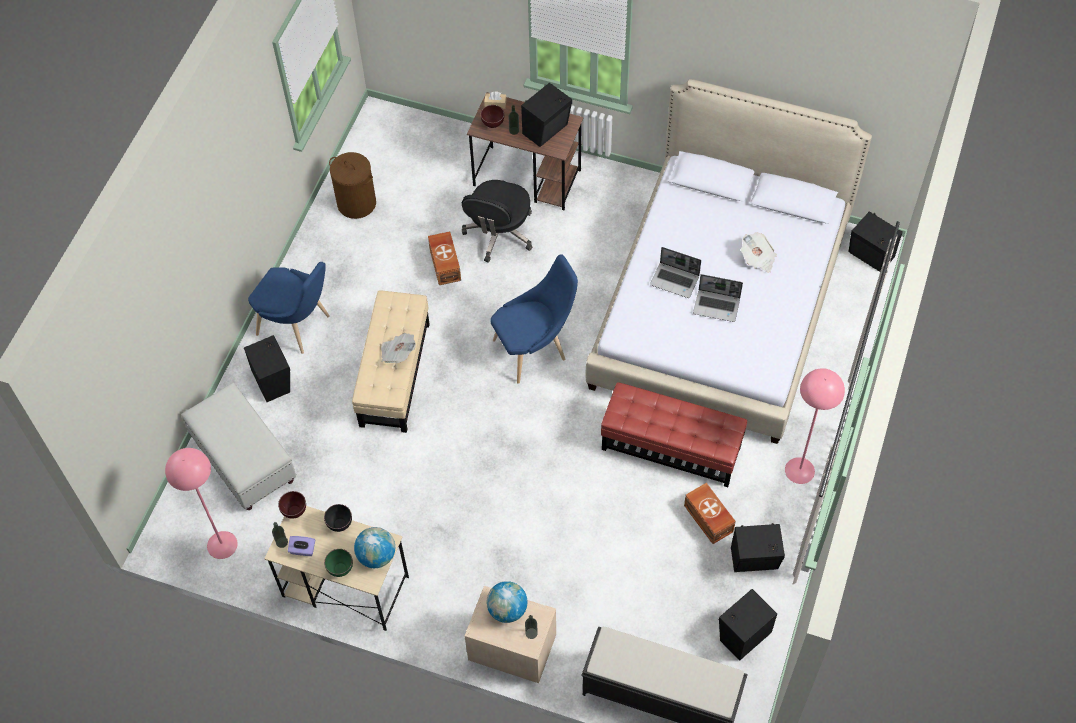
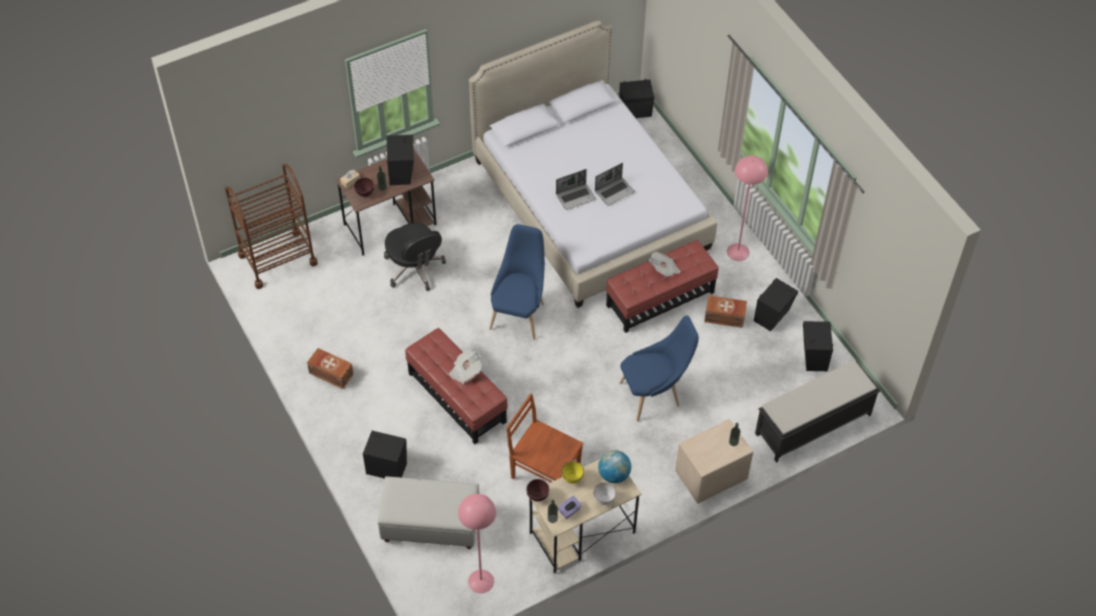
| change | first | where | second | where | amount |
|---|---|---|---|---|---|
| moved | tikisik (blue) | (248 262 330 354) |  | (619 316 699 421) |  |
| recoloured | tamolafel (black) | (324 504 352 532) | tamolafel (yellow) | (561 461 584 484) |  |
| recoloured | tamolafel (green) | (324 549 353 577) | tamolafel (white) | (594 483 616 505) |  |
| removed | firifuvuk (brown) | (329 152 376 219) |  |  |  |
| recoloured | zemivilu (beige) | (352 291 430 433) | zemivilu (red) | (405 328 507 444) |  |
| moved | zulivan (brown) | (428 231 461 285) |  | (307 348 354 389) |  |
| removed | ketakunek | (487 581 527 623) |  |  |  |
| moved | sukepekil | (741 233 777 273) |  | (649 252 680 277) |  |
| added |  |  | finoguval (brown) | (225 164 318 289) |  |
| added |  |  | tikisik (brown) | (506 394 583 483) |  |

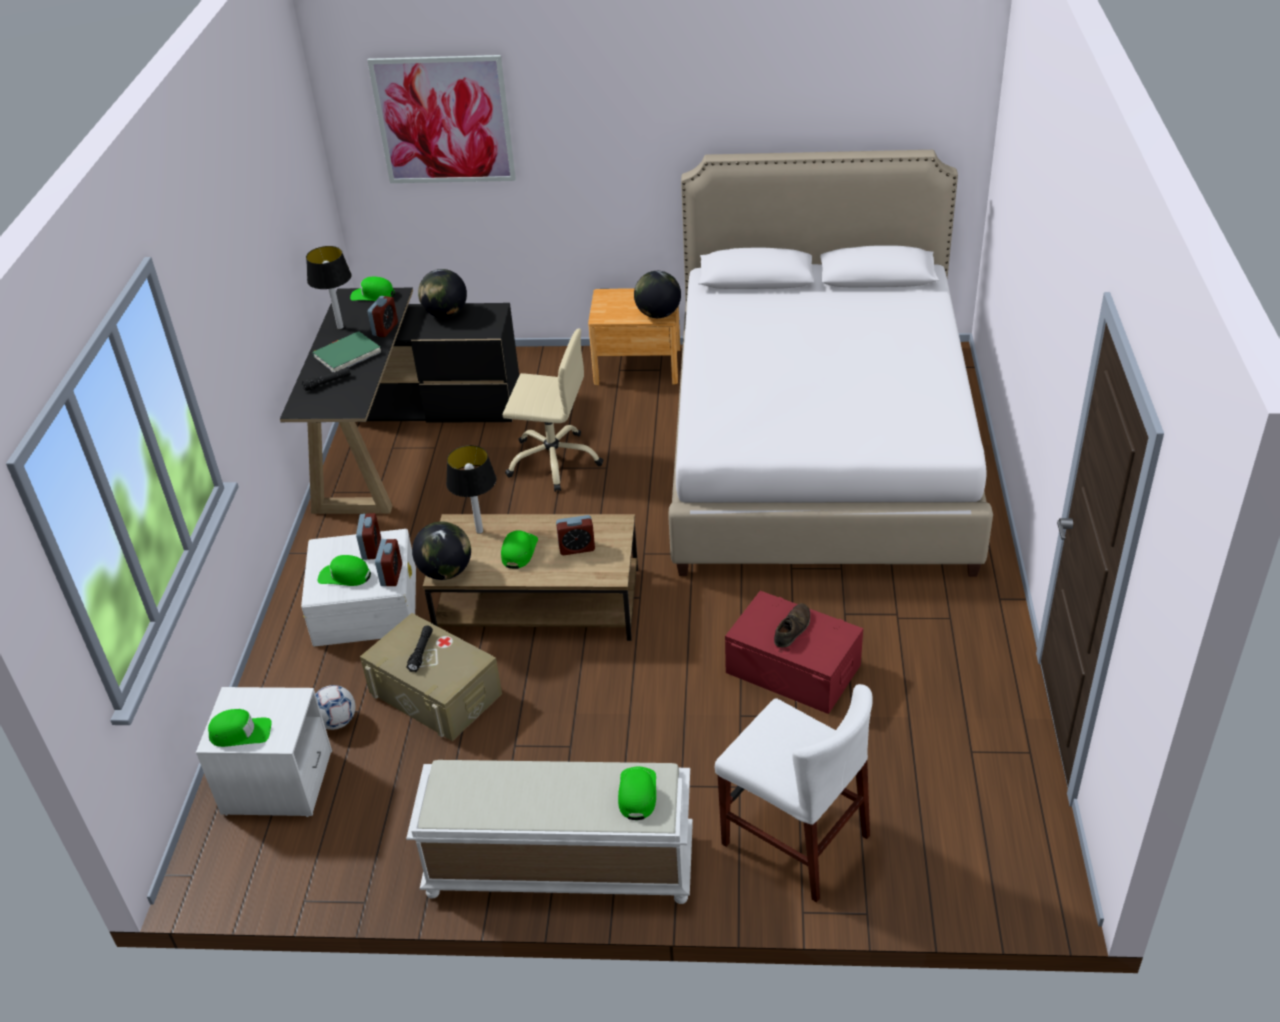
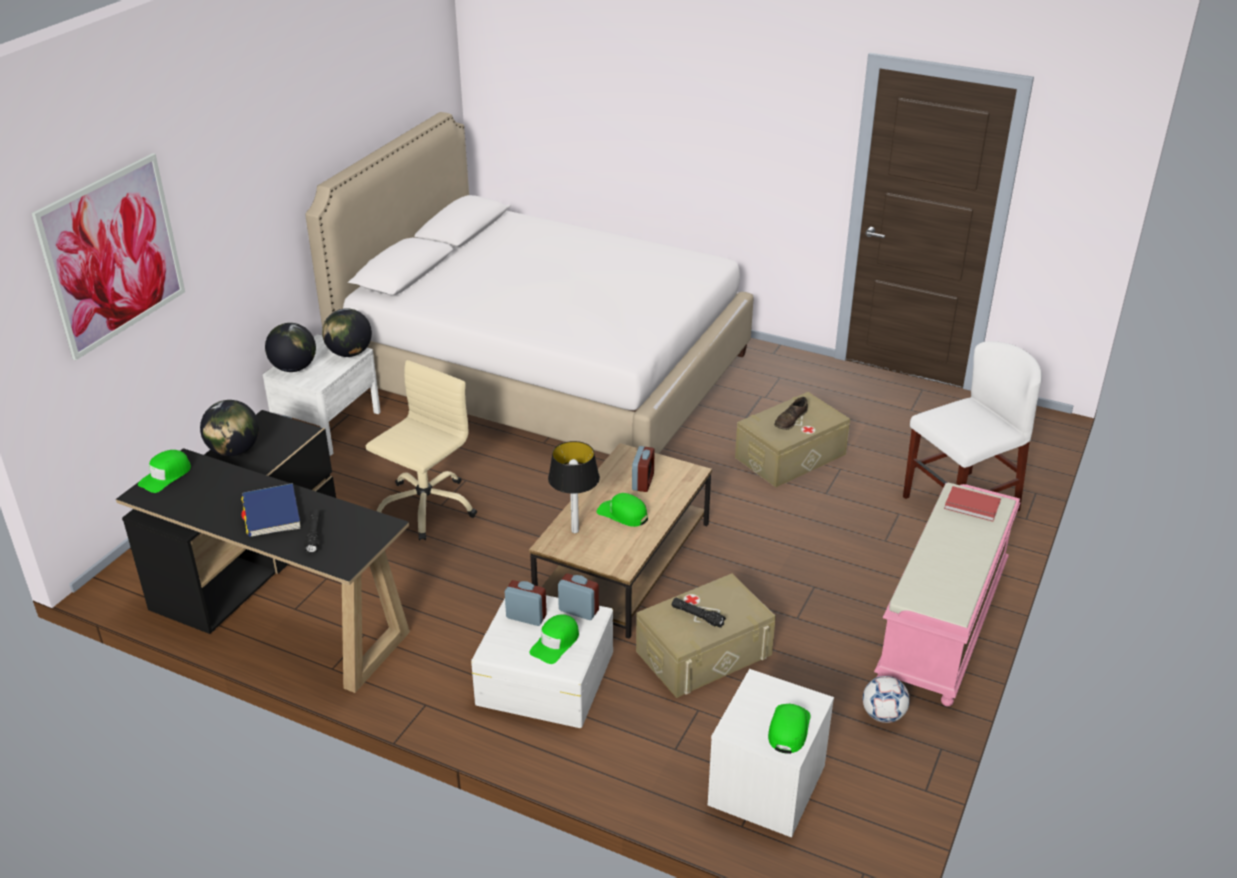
| change | first | where | second | where | amount |
|---|---|---|---|---|---|
| removed | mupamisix | (306 246 352 329) |  |  |  |
| recoloured | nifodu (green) | (312 331 381 372) | nifodu (blue) | (241 483 301 537) |  |
| moved | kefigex | (315 685 355 730) |  | (863 676 910 723) |  |
| removed | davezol | (368 296 398 337) |  |  |  |
| recoloured | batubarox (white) | (406 760 693 904) | batubarox (pink) | (874 483 1020 706) |  |
| moved | ketakunek | (412 521 471 580) |  | (265 323 316 372) |  |
| recoloured | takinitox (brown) | (588 288 680 385) | takinitox (white) | (263 334 381 456) |  |
| replaced | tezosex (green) | (618 766 656 820) | nifodu (red) | (944 486 1001 521) |  |
| recoloured | zulivan (red) | (725 591 863 714) | zulivan (beige) | (735 392 850 487) |  |
| turned | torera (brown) | (774 603 810 647) |  | (774 397 808 430) | 105 degrees counterclockwise |

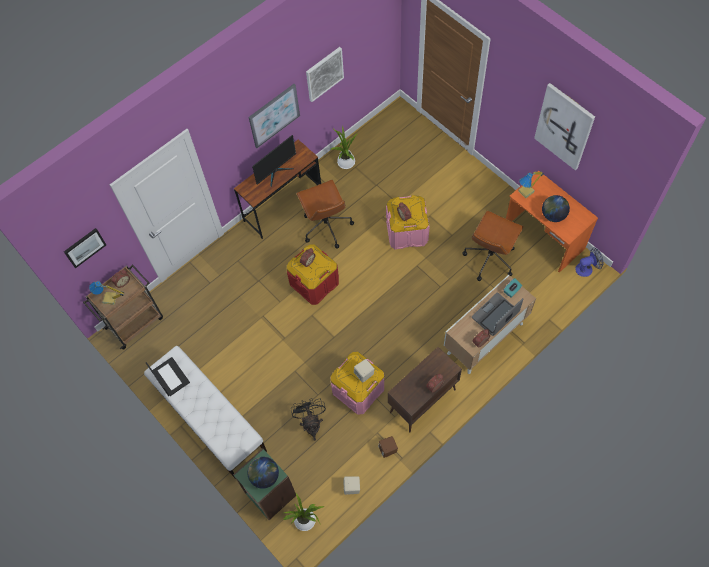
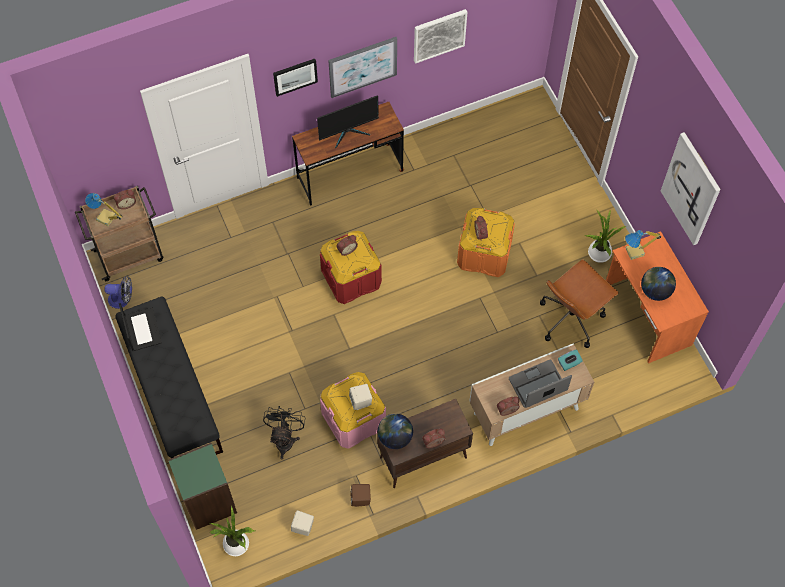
| change | first | where | second | where | amount |
|---|---|---|---|---|---|
| moved | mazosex | (64 228 106 268) |  | (273 59 318 97) |  |
| recoloured | batubarox (white) | (144 346 267 479) | batubarox (black) | (115 296 223 458) |  |
| moved | ketakunek | (248 457 279 489) |  | (378 413 413 449) |  |
| removed | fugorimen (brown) | (296 180 354 249) |  |  |  |
| moved | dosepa | (331 126 358 169) |  | (585 209 626 263) |  |
| recoloured | zulivan (pink) | (386 195 430 249) | zulivan (orange) | (457 208 515 277) |  |
| moved | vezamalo | (575 247 603 277) |  | (104 275 132 309) |  |

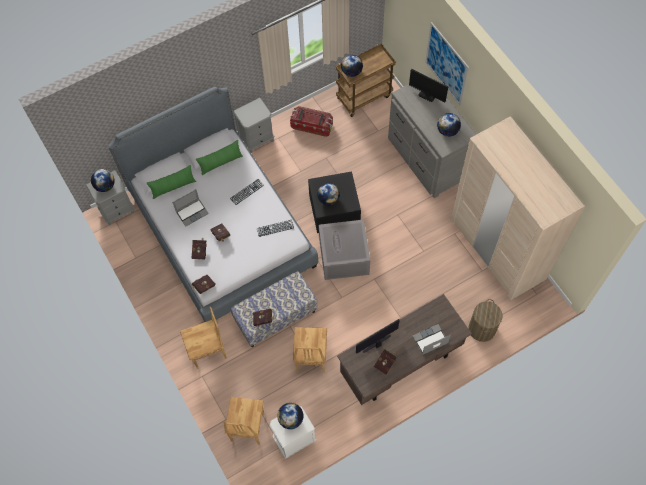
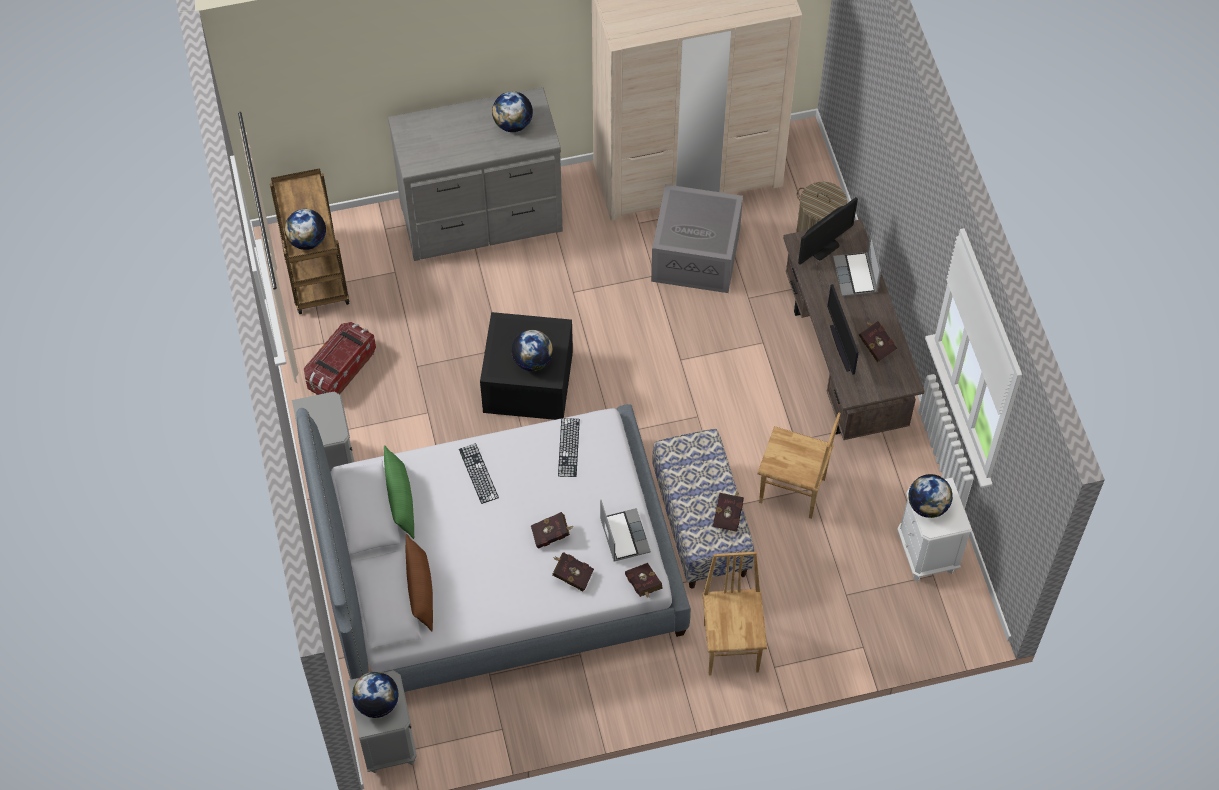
| change | first | where | second | where | amount |
|---|---|---|---|---|---|
| recoloured | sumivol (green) | (147 165 196 199) | sumivol (brown) | (406 534 433 631) |  |
| moved | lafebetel | (172 189 209 227) |  | (600 500 651 562) |  |
| removed | tikisik (brown) | (224 397 264 445) |  |  |  |
| moved | zulivan (grey) | (319 220 370 280) |  | (651 184 743 293) |  |
| moved | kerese | (409 69 448 103) |  | (798 197 858 265) |  |
| removed | mazosex | (425 22 469 106) |  |  |  |

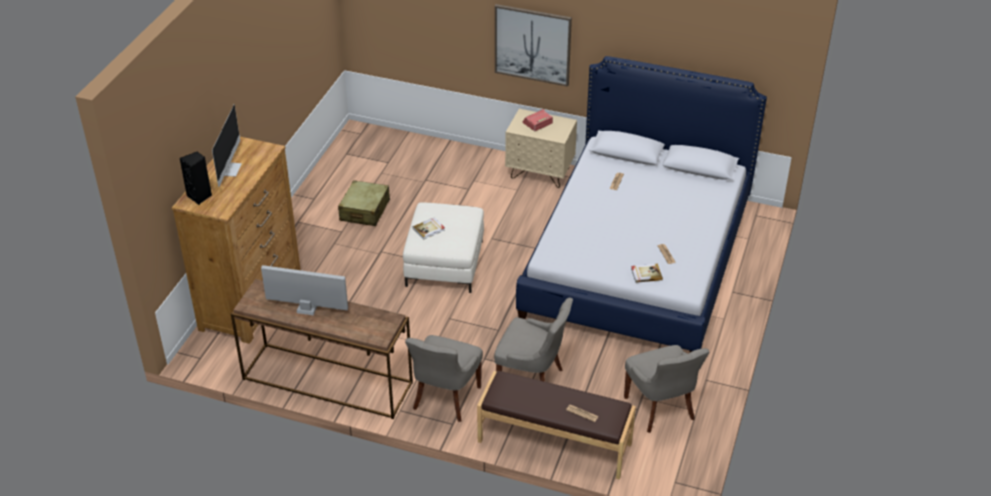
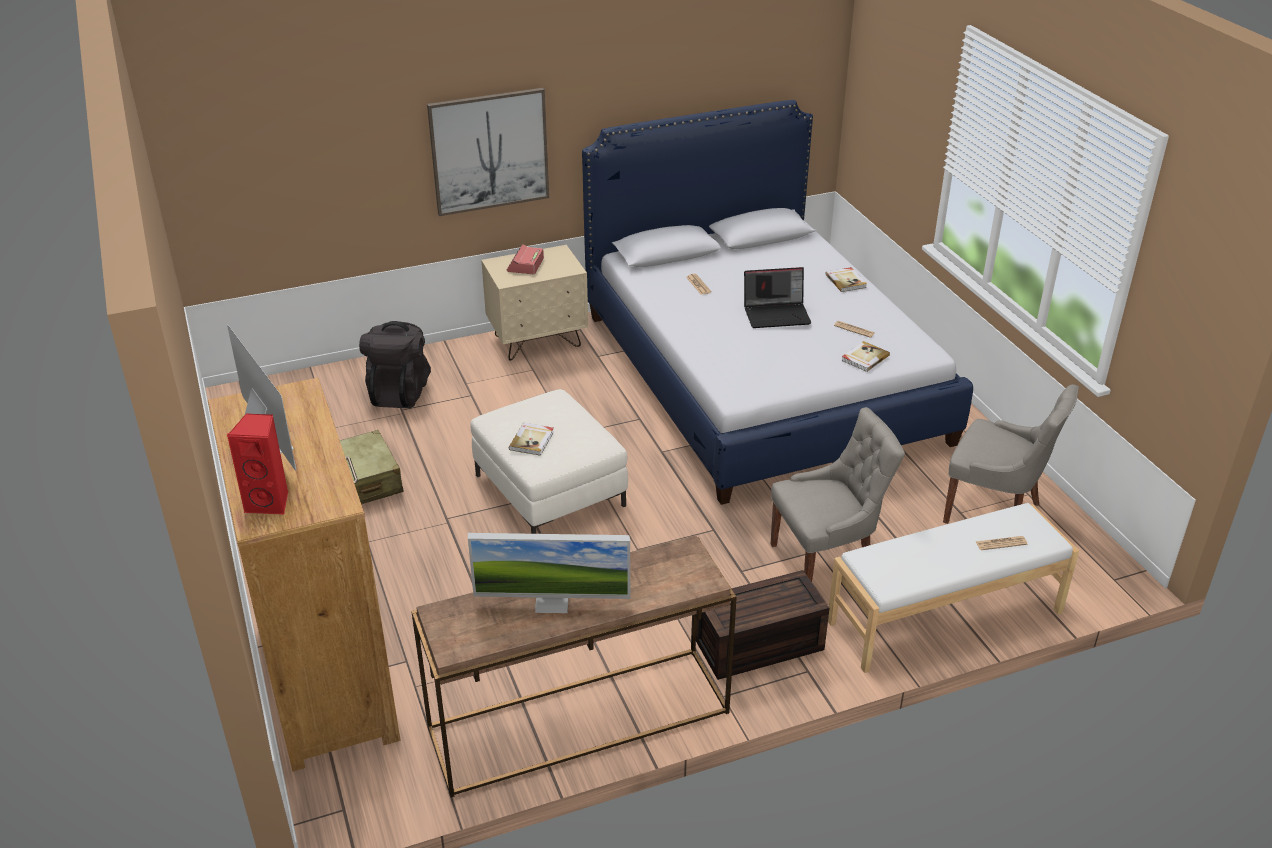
| change | first | where | second | where | amount |
|---|---|---|---|---|---|
| recoloured | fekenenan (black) | (180 152 212 205) | fekenenan (red) | (227 413 288 514) |  |
| turned | kerese | (261 265 348 315) |  | (468 533 630 613) | 150 degrees counterclockwise |
| replaced | tikisik (grey) | (405 335 483 422) | zulivan (brown) | (696 570 829 680) |  |
| recoloured | batubarox (brown) | (477 371 636 479) | batubarox (white) | (828 503 1079 673) |  |
| added |  |  | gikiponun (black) | (359 321 431 408) |  |
| added |  |  | lafebetel | (744 267 811 328) |  |
| added |  |  | nifodu | (825 267 867 292) |  |

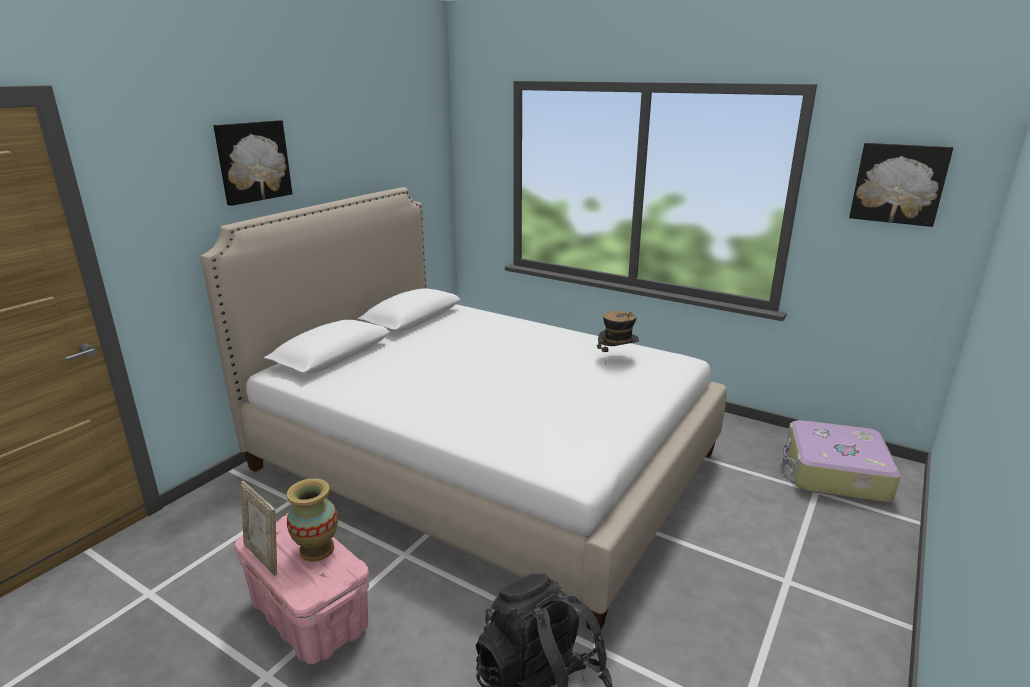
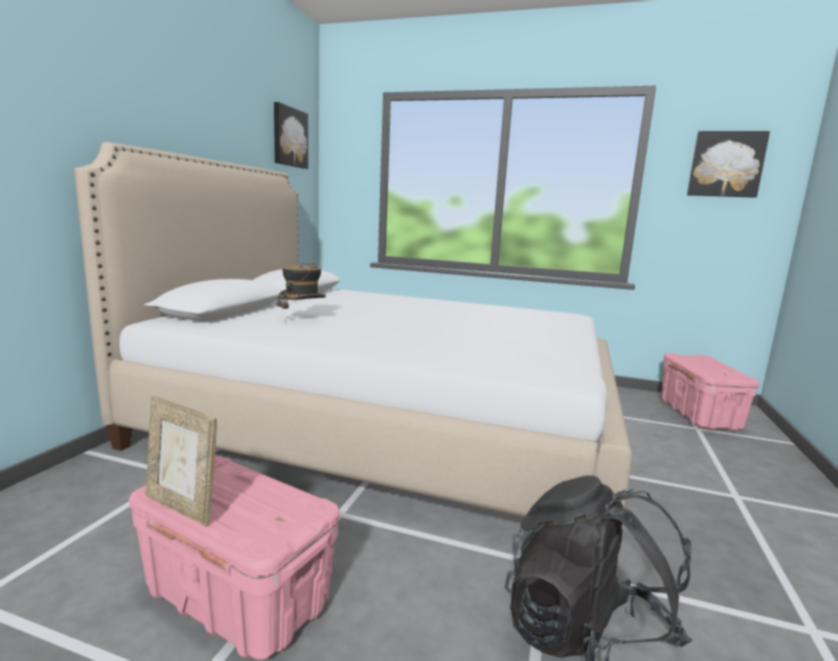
| change | first | where | second | where | amount |
|---|---|---|---|---|---|
| moved | mazosex | (213 120 292 206) |  | (274 102 308 169) |  |
| removed | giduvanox | (287 478 338 562) |  |  |  |
| moved | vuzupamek | (597 311 639 360) |  | (277 262 326 324) |  |
| replaced | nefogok | (783 420 901 502) | zulivan (pink) | (661 353 759 431) |  |

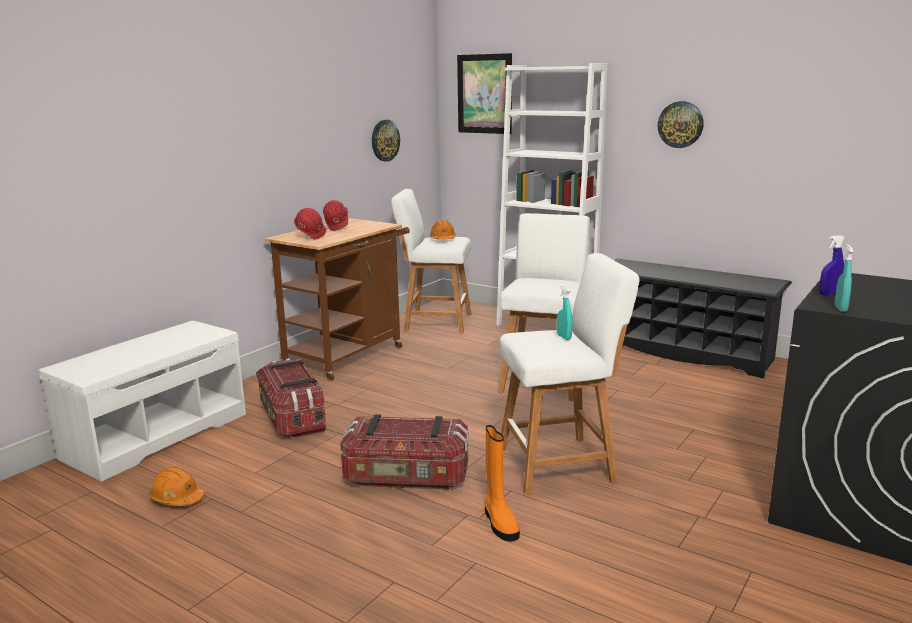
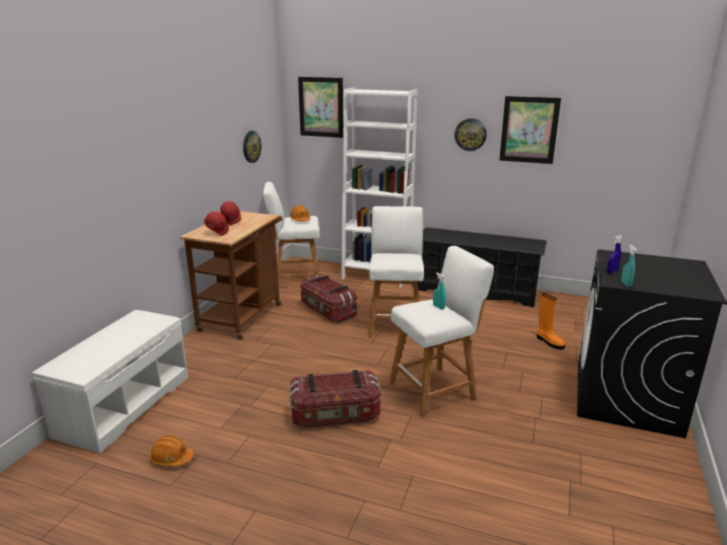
| change | first | where | second | where | amount |
|---|---|---|---|---|---|
| moved | zulivan | (256 358 326 439) |  | (300 274 357 322) |  |
| moved | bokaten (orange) | (485 425 520 542) |  | (537 293 566 350) |  |
| added |  |  | mazosex | (499 96 561 164) |  |

